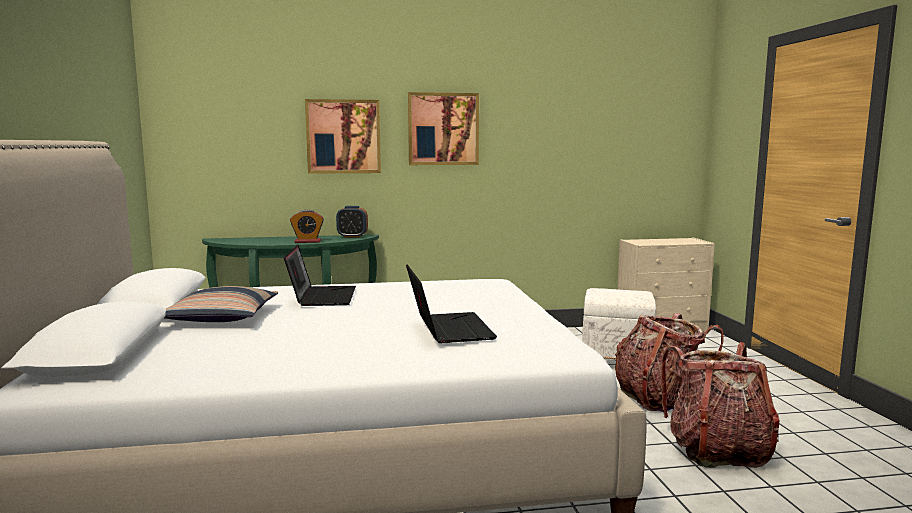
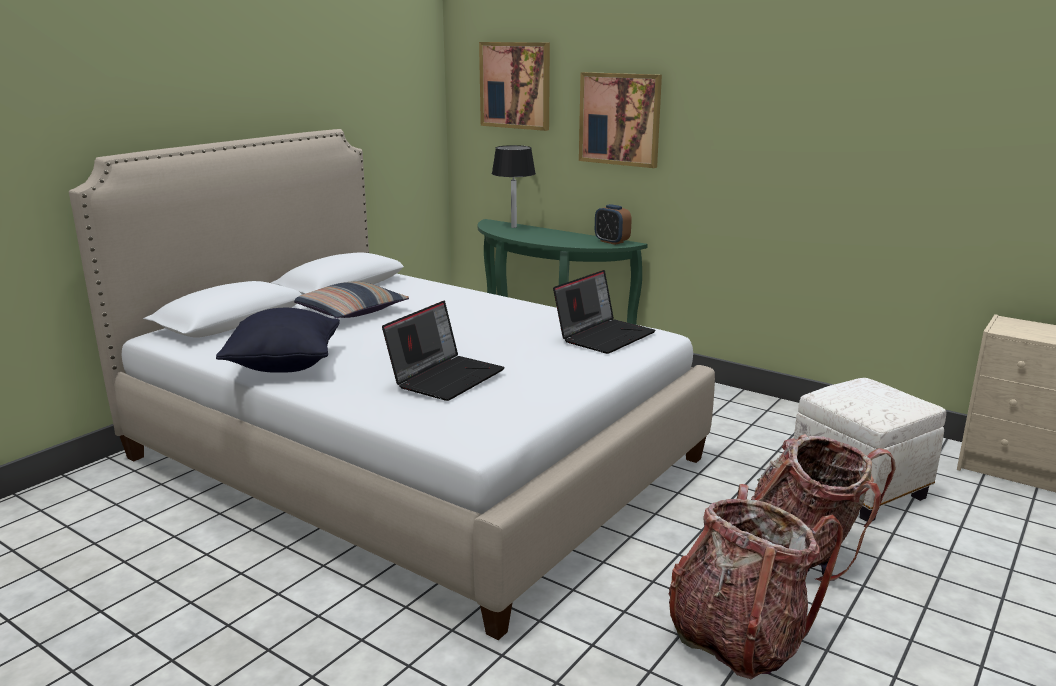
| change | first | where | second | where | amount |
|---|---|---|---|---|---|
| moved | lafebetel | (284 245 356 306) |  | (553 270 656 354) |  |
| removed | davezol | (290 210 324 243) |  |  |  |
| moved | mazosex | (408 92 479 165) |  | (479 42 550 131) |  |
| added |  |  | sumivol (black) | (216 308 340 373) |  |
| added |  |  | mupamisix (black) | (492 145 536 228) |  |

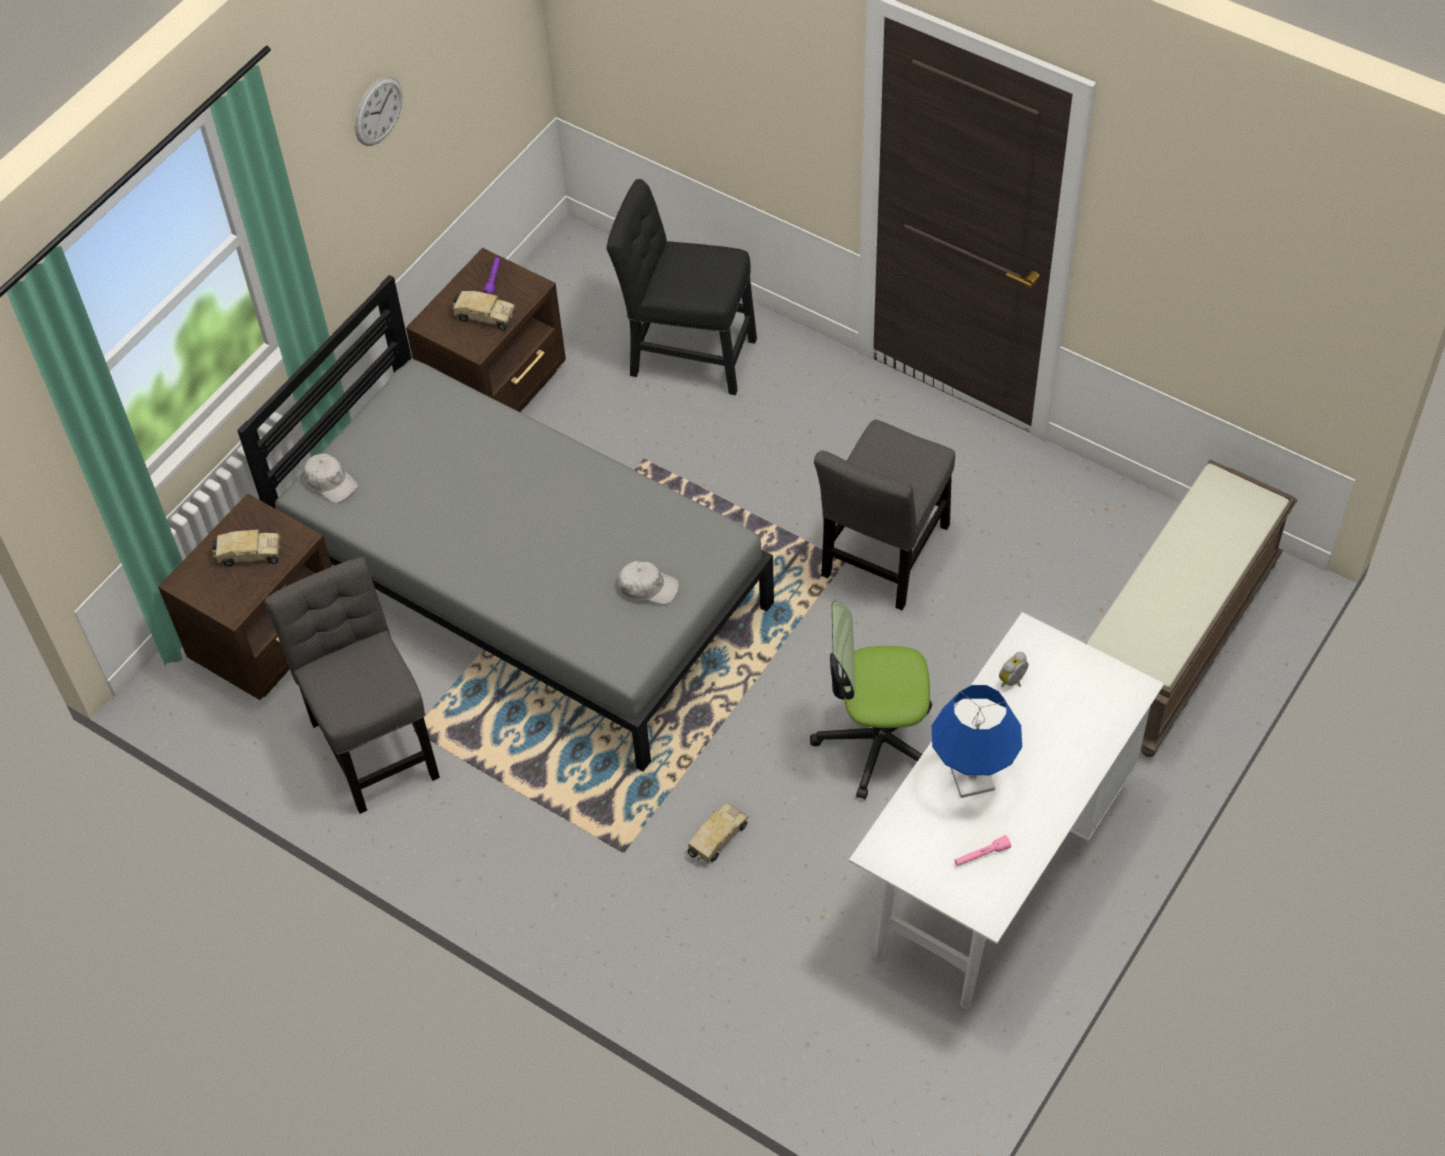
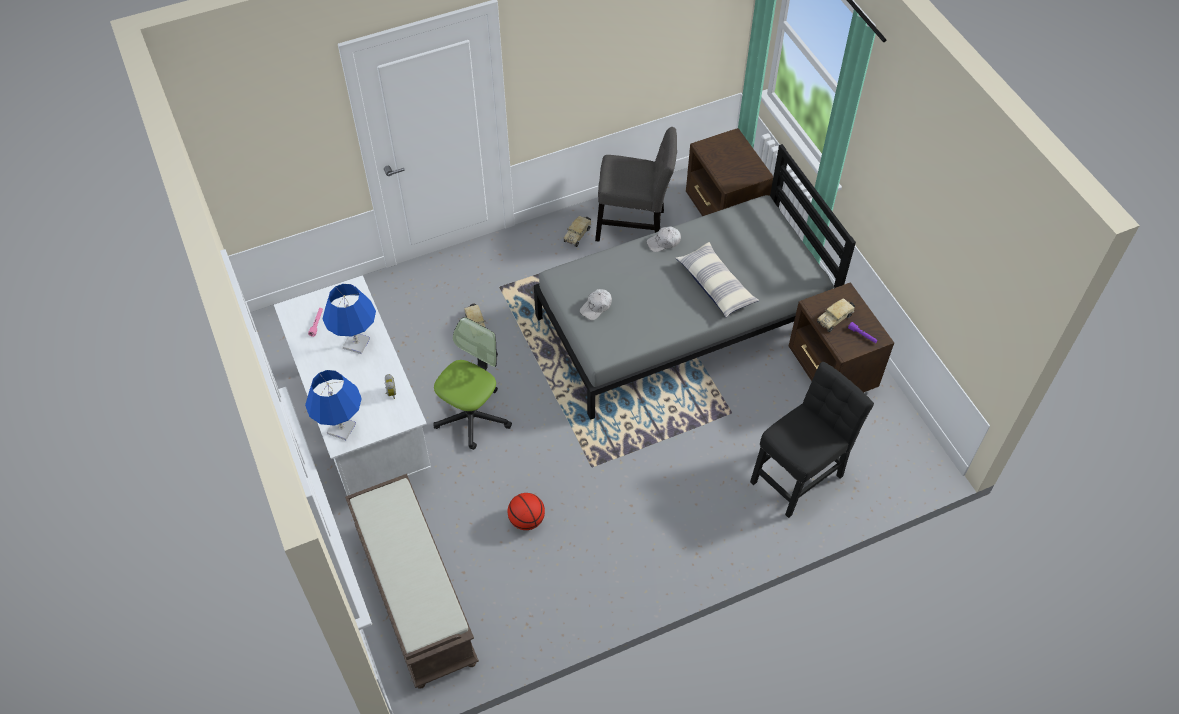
| change | first | where | second | where | amount |
|---|---|---|---|---|---|
| moved | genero | (212 528 281 567) |  | (563 216 591 247) |  |
| moved | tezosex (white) | (304 454 358 503) |  | (647 226 681 252) |  |
| removed | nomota | (355 76 402 146) |  |  |  |
| removed | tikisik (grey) | (814 420 955 610) |  |  |  |
| added |  |  | mupamisix (blue) | (305 370 362 440) |  |
| added |  |  | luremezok | (508 493 545 530) |  |
| added |  |  | sumivol | (676 242 759 318) |  |

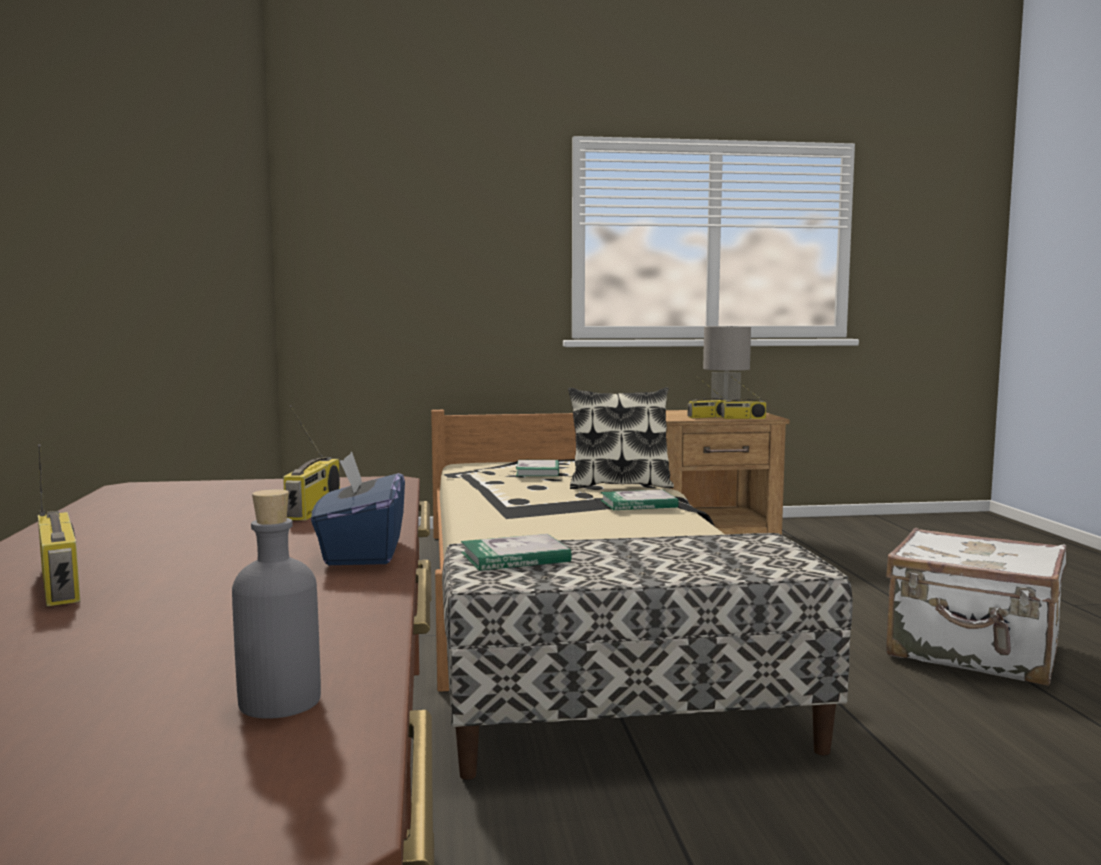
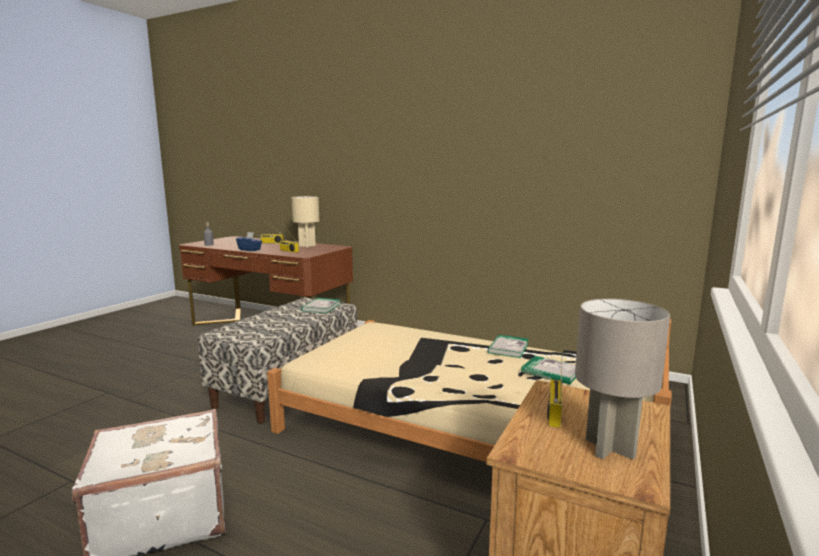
| change | first | where | second | where | amount |
|---|---|---|---|---|---|
| removed | sumivol | (568 387 674 489) |  |  |  |
| moved | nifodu | (600 490 679 510) |  | (488 335 529 358) |  |
| removed | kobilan | (721 377 766 419) |  |  |  |
| added |  |  | mupamisix (beige) | (291 196 319 247) |  |

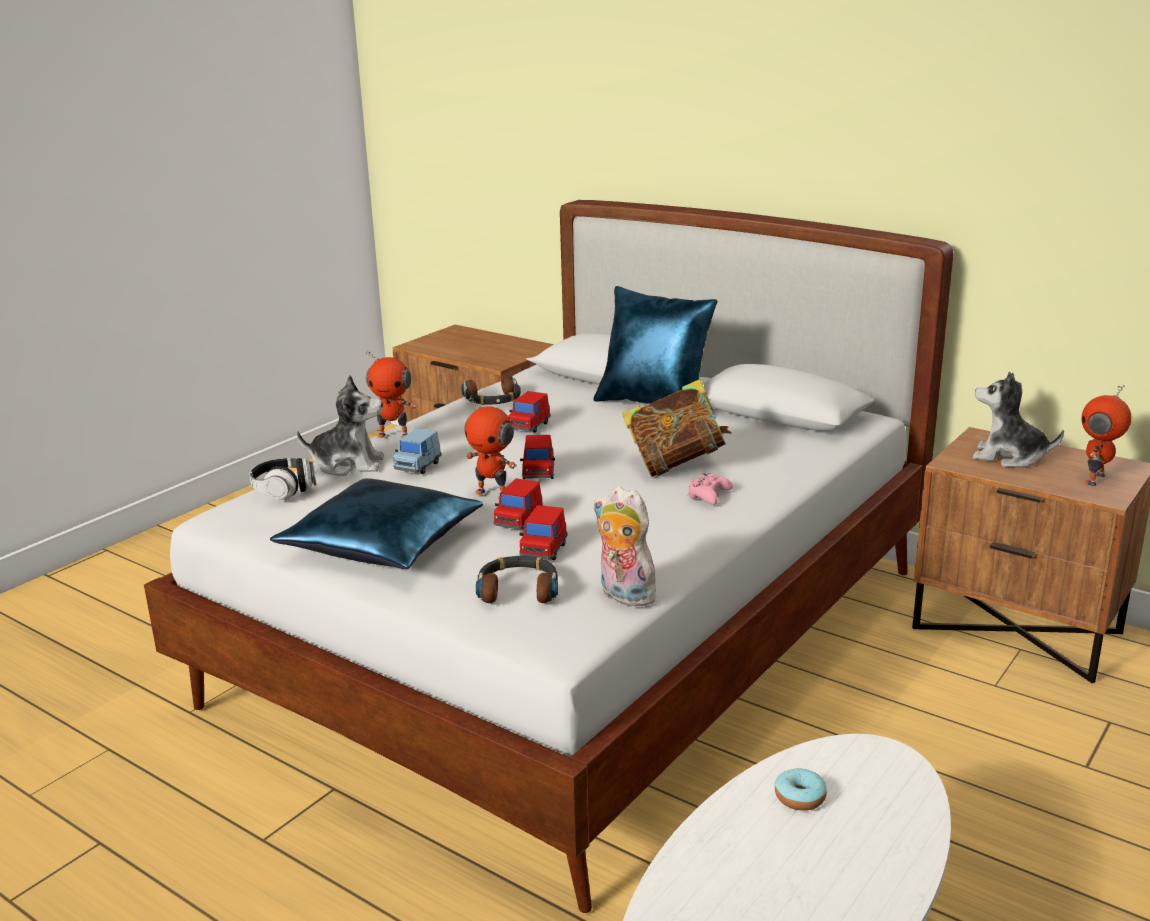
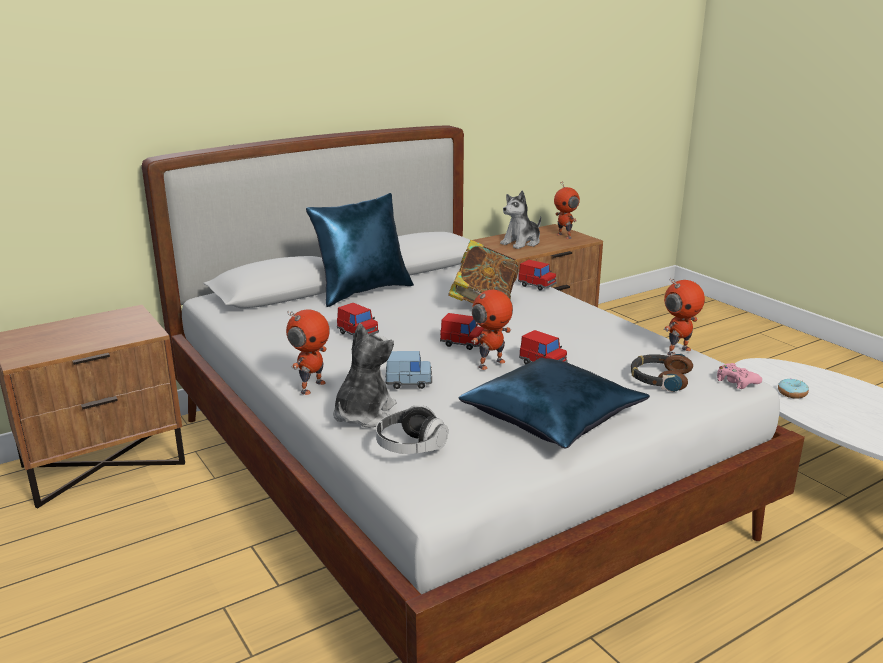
| change | first | where | second | where | amount |
|---|---|---|---|---|---|
| turned | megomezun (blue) | (393 428 442 474) |  | (385 351 432 389) | 45 degrees counterclockwise |
| removed | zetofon | (461 376 521 405) |  |  |  |
| moved | megomezun (red) | (519 505 568 560) |  | (518 260 557 291) |  |
| replaced | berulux | (593 486 659 606) | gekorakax | (664 278 705 356) |  |
| moved | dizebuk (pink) | (688 473 733 505) |  | (717 363 762 389) |  |

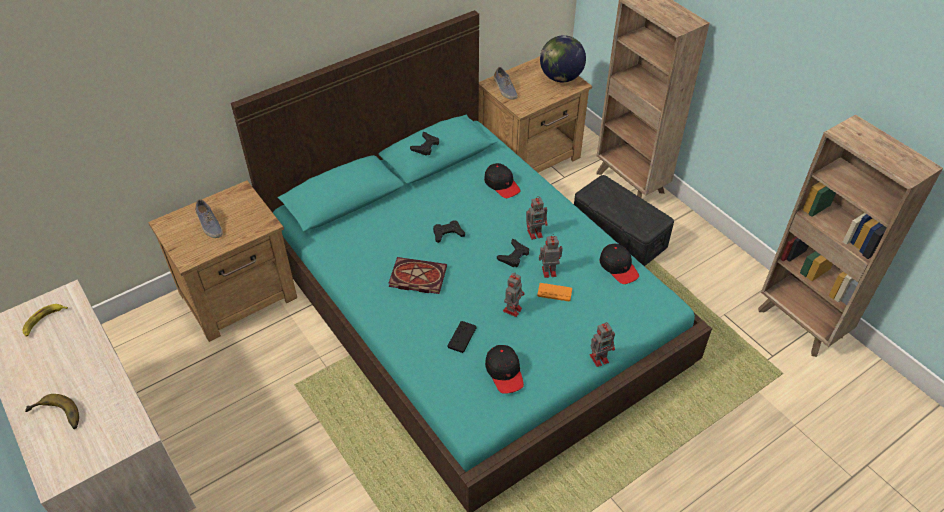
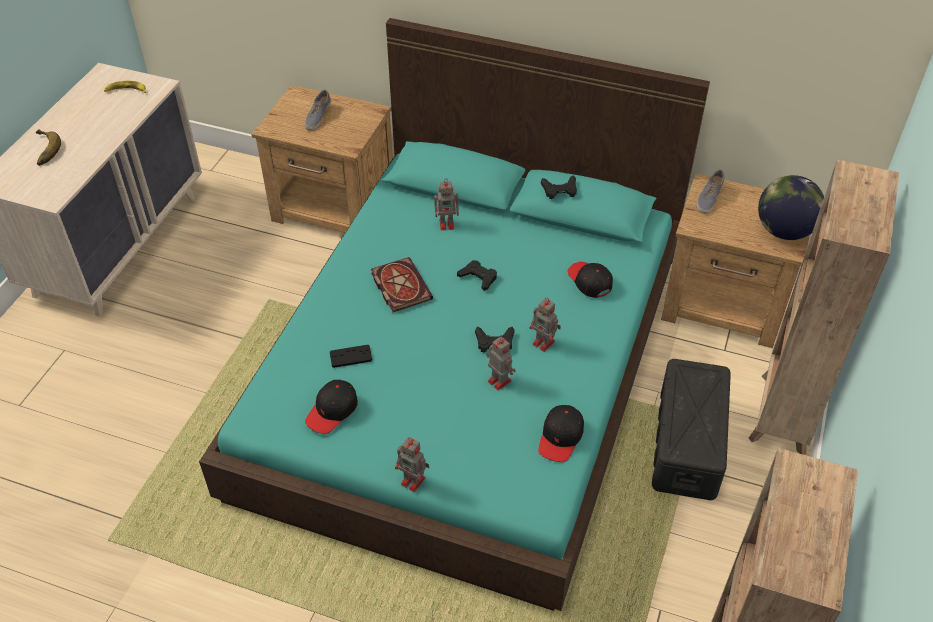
| change | first | where | second | where | amount |
|---|---|---|---|---|---|
| turned | tezosex (black) | (484 163 521 198) |  | (568 262 613 298) | 135 degrees clockwise |
| moved | gekorakax | (503 273 524 317) |  | (434 180 460 230) |  |
| removed | dizebuk (orange) | (537 283 572 301) |  |  |  |

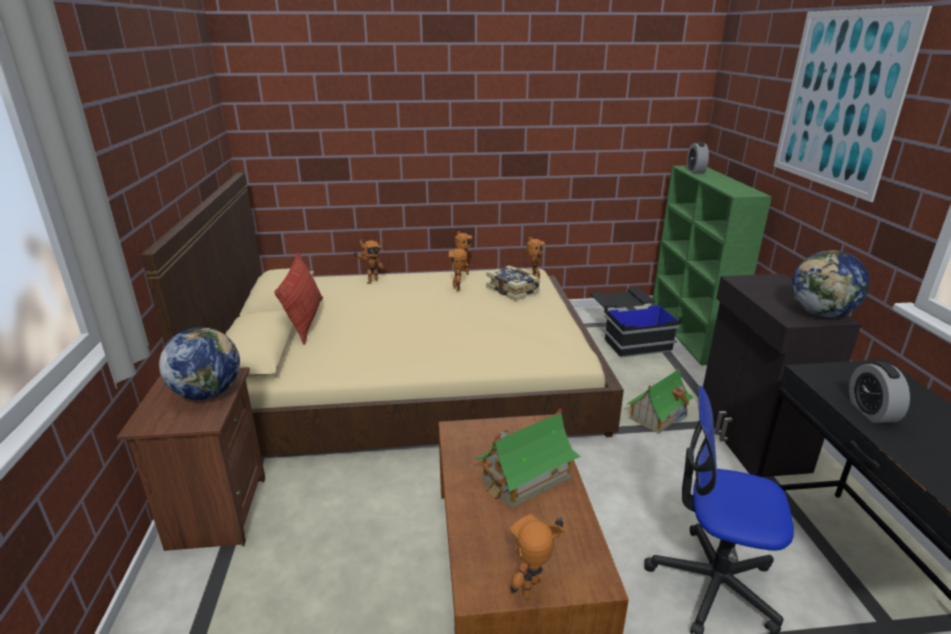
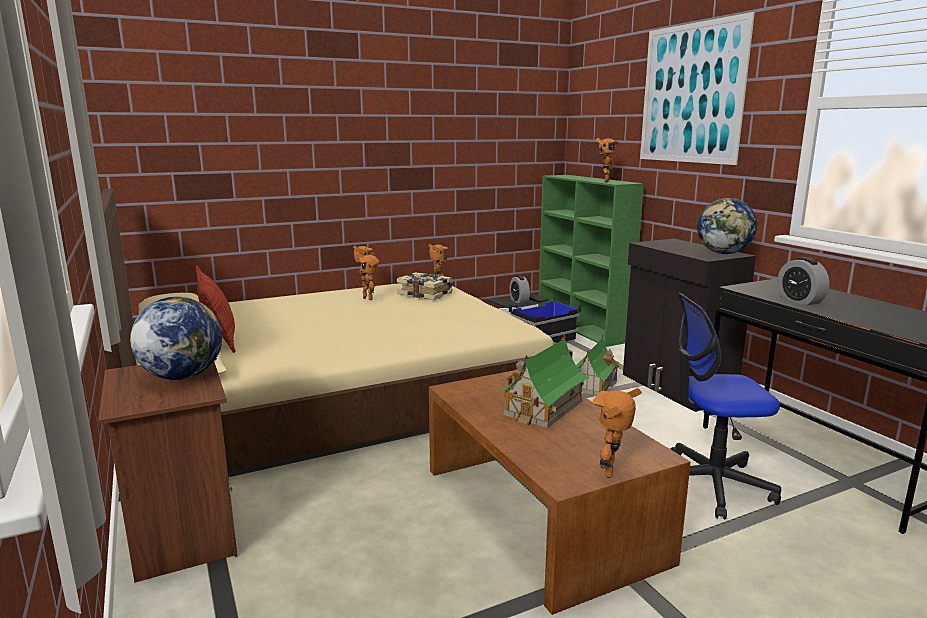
| change | first | where | second | where | amount |
|---|---|---|---|---|---|
| moved | gekorakax | (354 239 384 284) |  | (596 138 619 183) |  |
| moved | davezol | (687 142 709 174) |  | (509 275 530 304) |  |

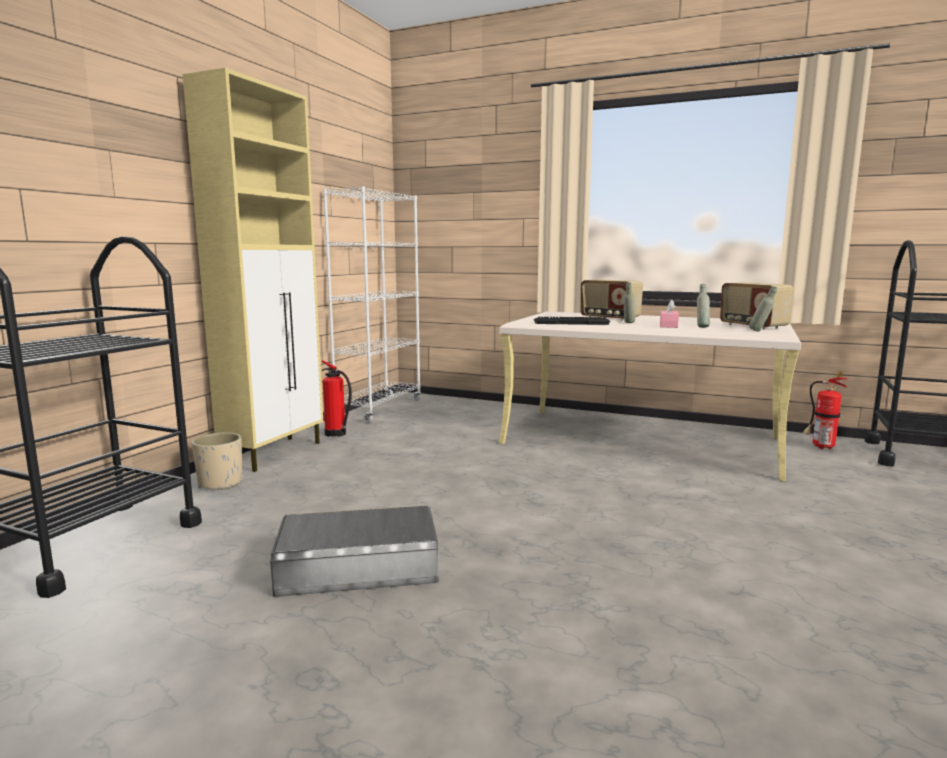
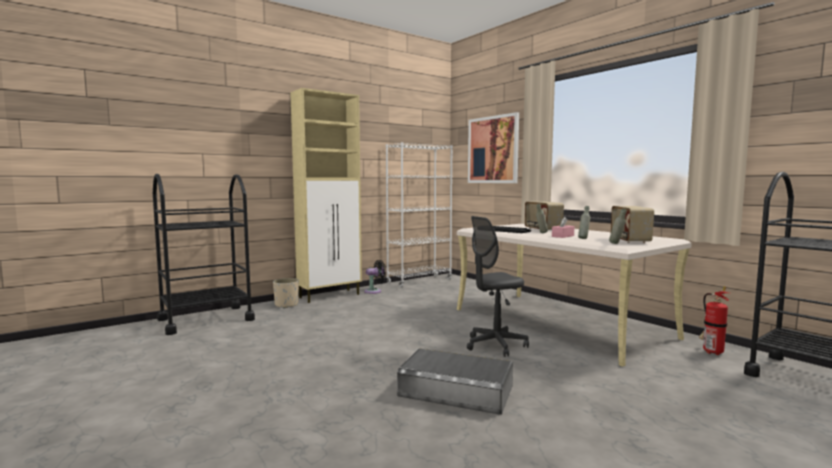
| change | first | where | second | where | amount |
|---|---|---|---|---|---|
| moved | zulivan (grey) | (270 506 439 597) |  | (397 348 513 415) |  |
| replaced | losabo | (321 360 352 437) | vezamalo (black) | (364 260 386 294) |  |
| added |  |  | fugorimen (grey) | (467 216 529 357) |  |
| added |  |  | mazosex | (468 112 519 183) |  |

